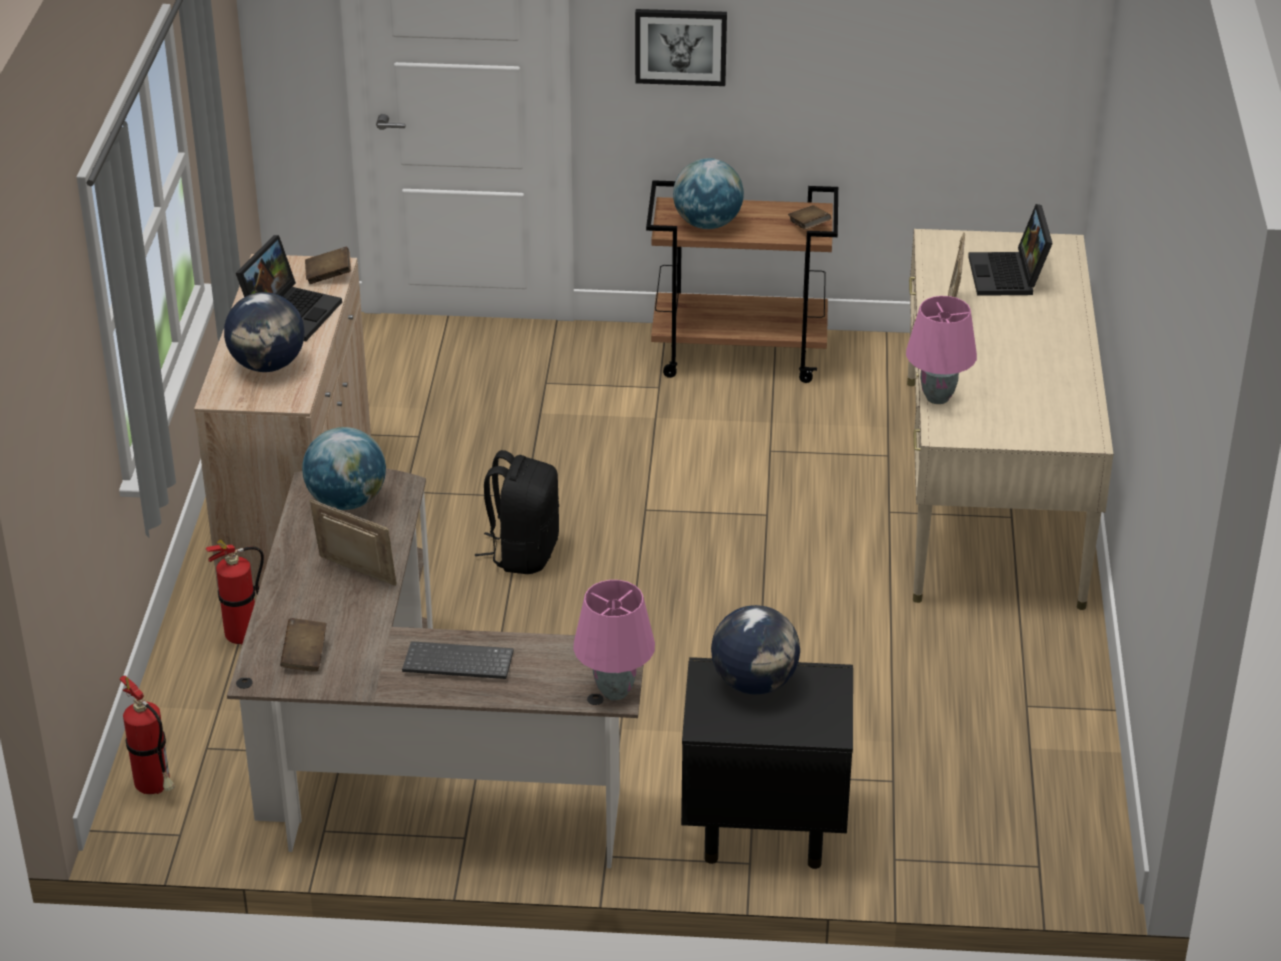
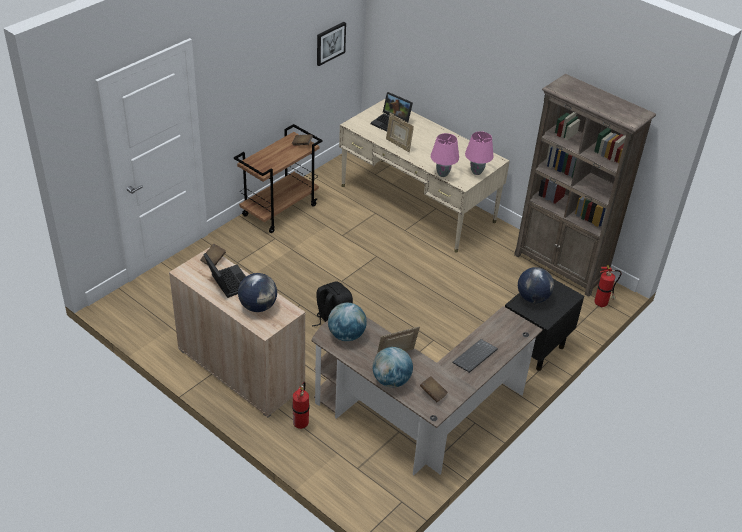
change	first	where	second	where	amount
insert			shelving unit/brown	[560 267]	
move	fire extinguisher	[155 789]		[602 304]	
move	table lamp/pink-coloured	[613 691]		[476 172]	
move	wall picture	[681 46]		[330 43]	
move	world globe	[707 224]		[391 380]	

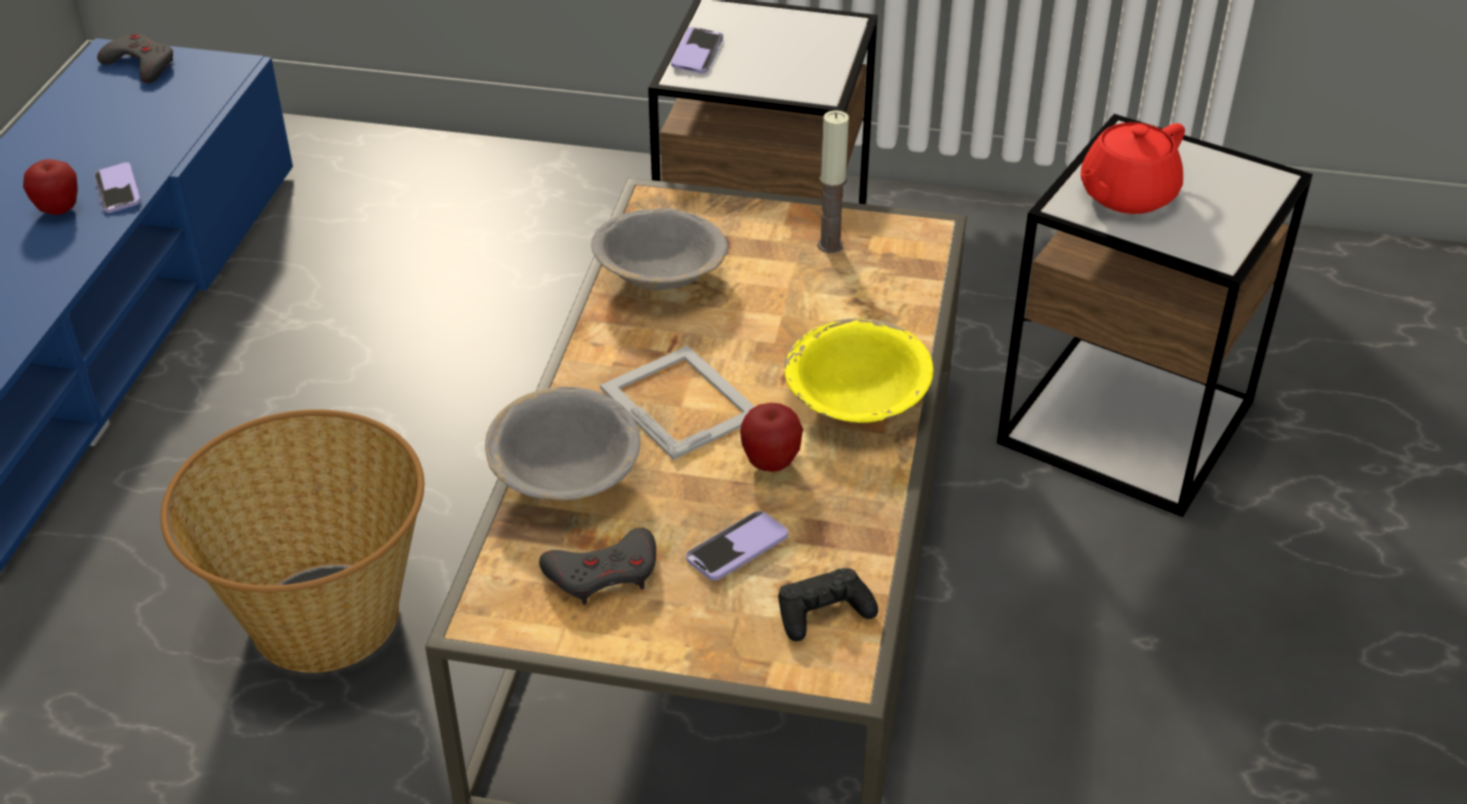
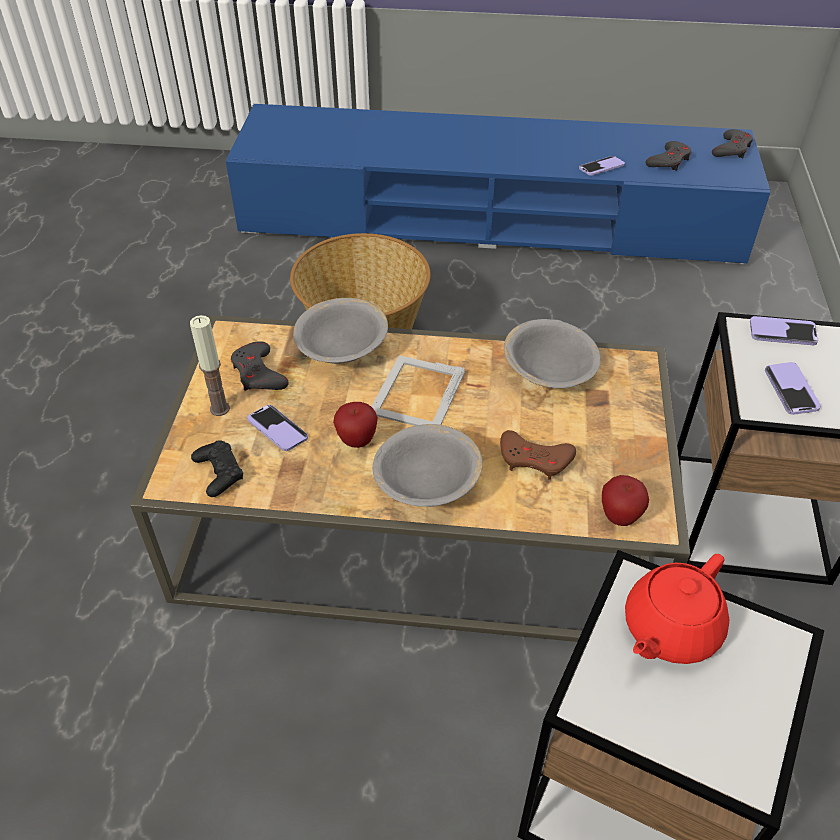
change	first	where	second	where	amount
insert			game controller/brown	[535 459]	
insert			game controller/greyish	[669 161]	
insert			handset	[791 390]	
move	apple fruit	[59 210]		[619 517]	
move	wax candle	[830 245]		[219 409]	
recolor	deep dish/yellow-coloured	[857 400]	deep dish/greyish	[427 484]	
rotate	standing frame	[680 400]		[416 393]	150 degrees clockwise
rotate	teapot/reddish	[1125 195]		[669 629]	90 degrees counterclockwise

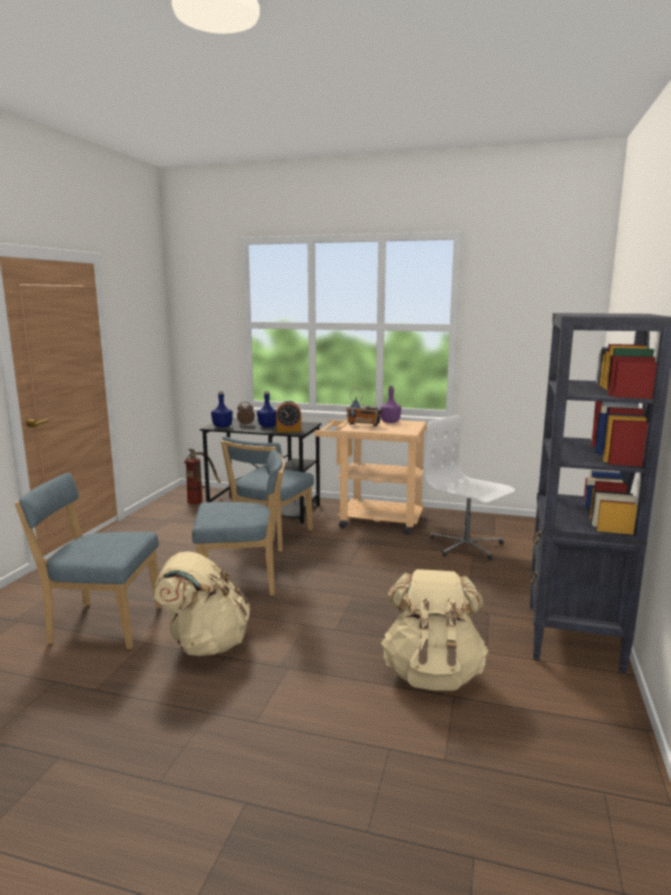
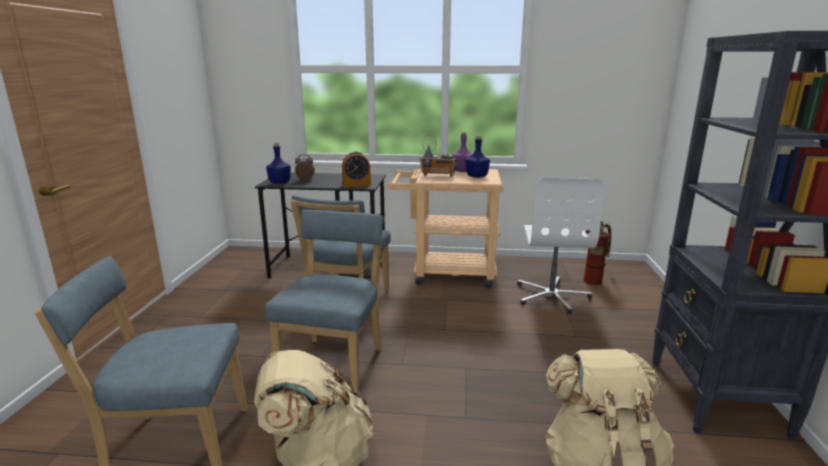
change	first	where	second	where	amount
move	fire extinguisher	[199 500]		[593 278]	
move	bottle/blue-coloured	[267 426]		[476 176]	
rotate	plain chair/blue-coloured	[242 582]		[335 363]	60 degrees counterclockwise
rotate	desk chair/white-coloured	[466 546]		[551 296]	120 degrees counterclockwise

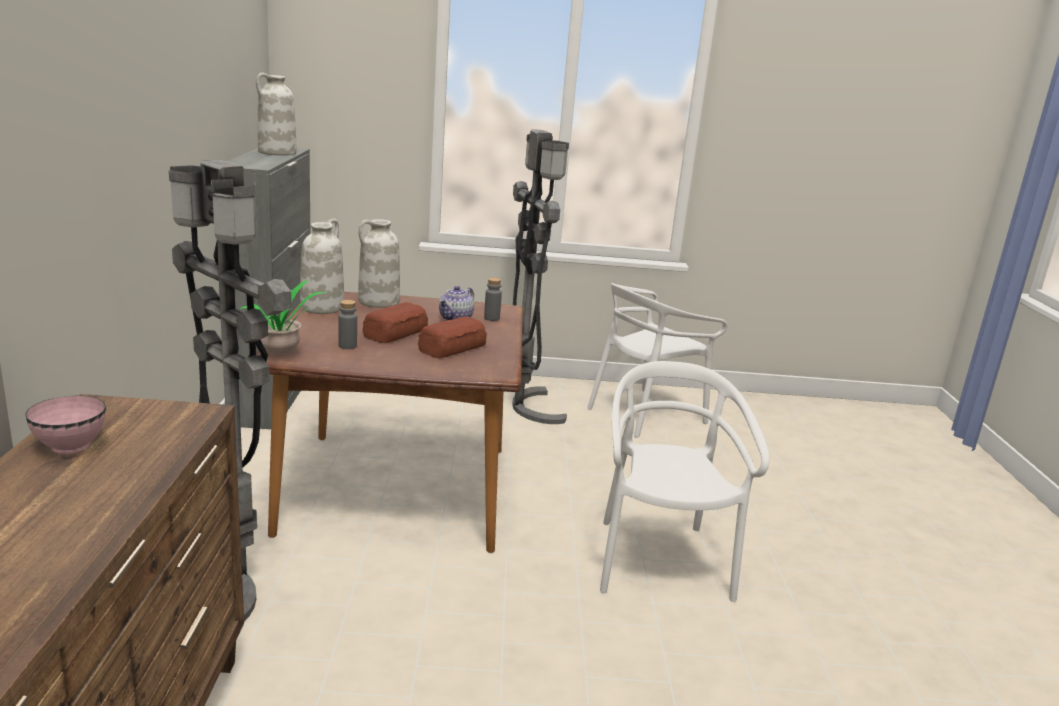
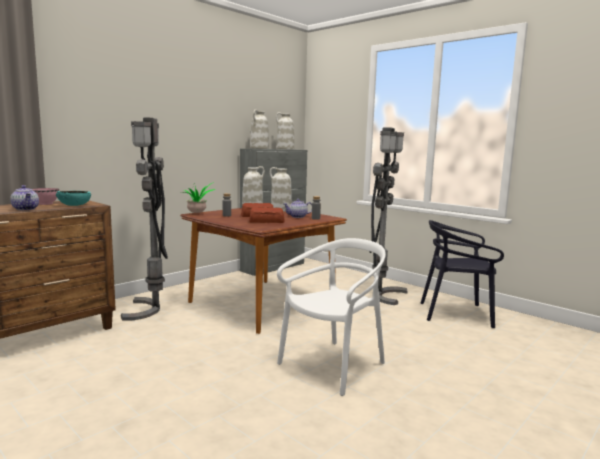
change	first	where	second	where	amount
insert			teapot	[26 209]	
insert			deep dish/turquoise	[74 205]	
insert			vase/white-coloured	[259 148]	
recolor	plain chair/white-coloured	[645 414]	plain chair/blackish	[456 314]	

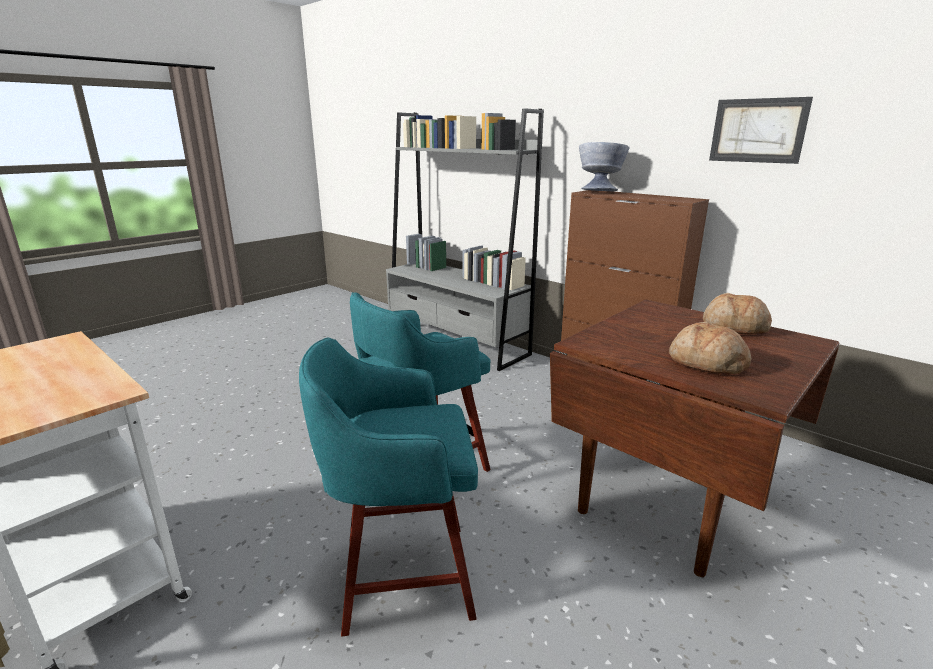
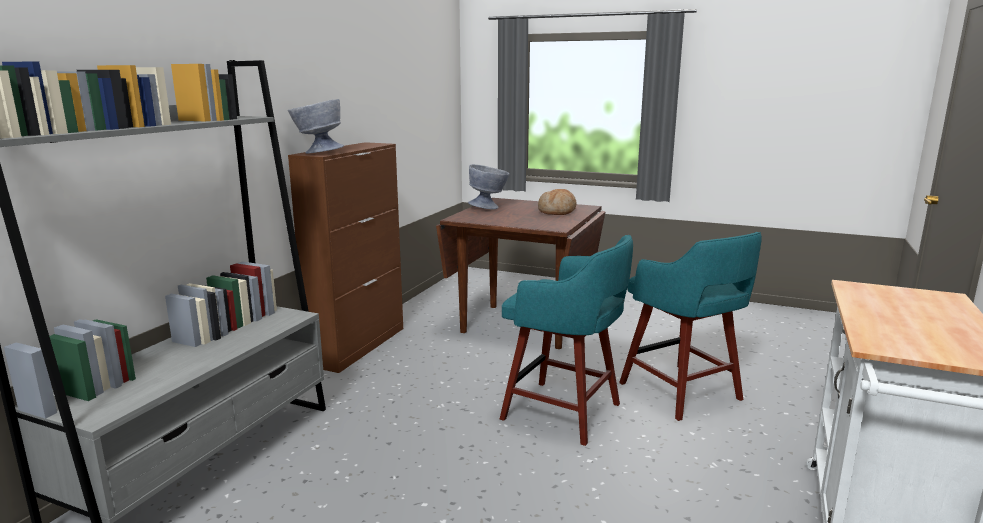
change	first	where	second	where	amount
delete	wall picture	[757 130]			
replace	bakery bread	[734 327]	deep dish/greyish	[489 207]	

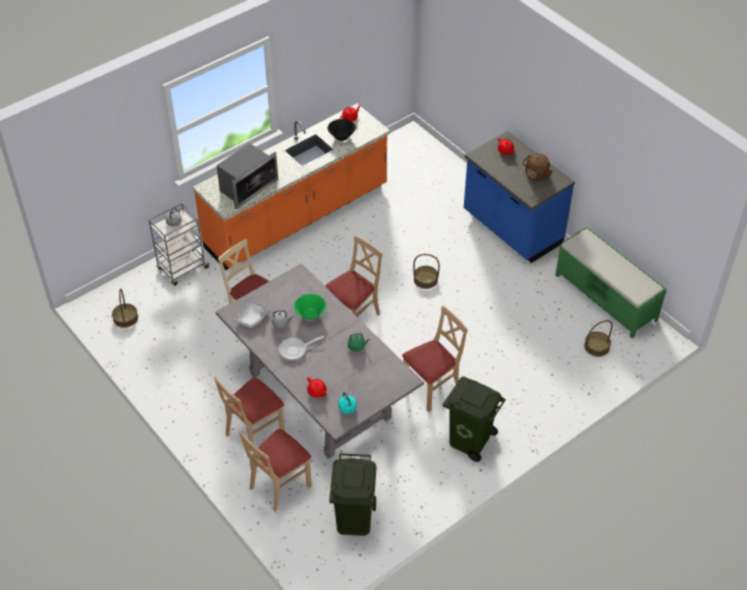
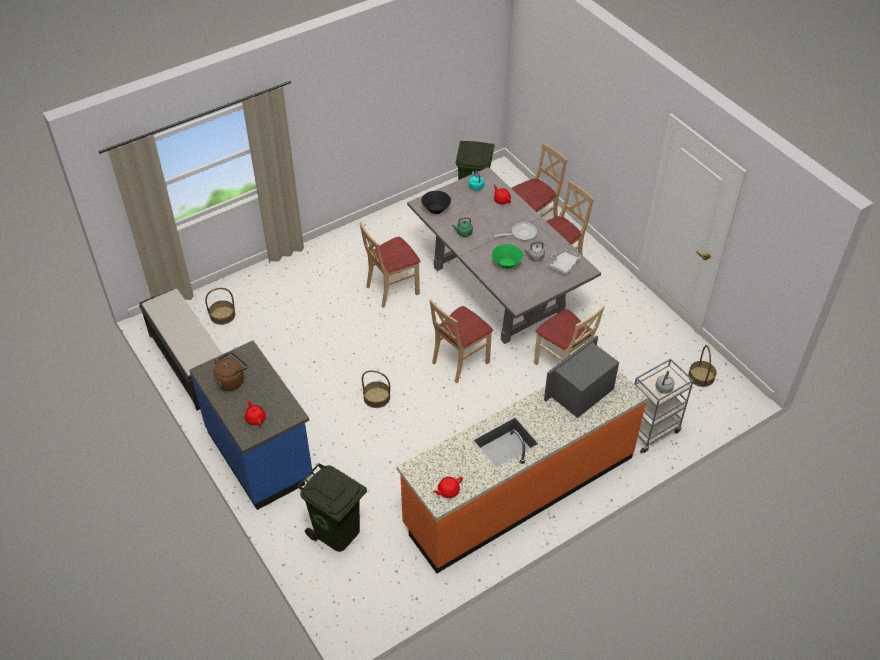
change	first	where	second	where	amount
move	deep dish/blackish	[341 137]		[436 209]	
move	rubbish bin/green	[469 440]		[336 532]	
recolor	long seat/green	[606 298]	long seat/blackish	[189 363]	

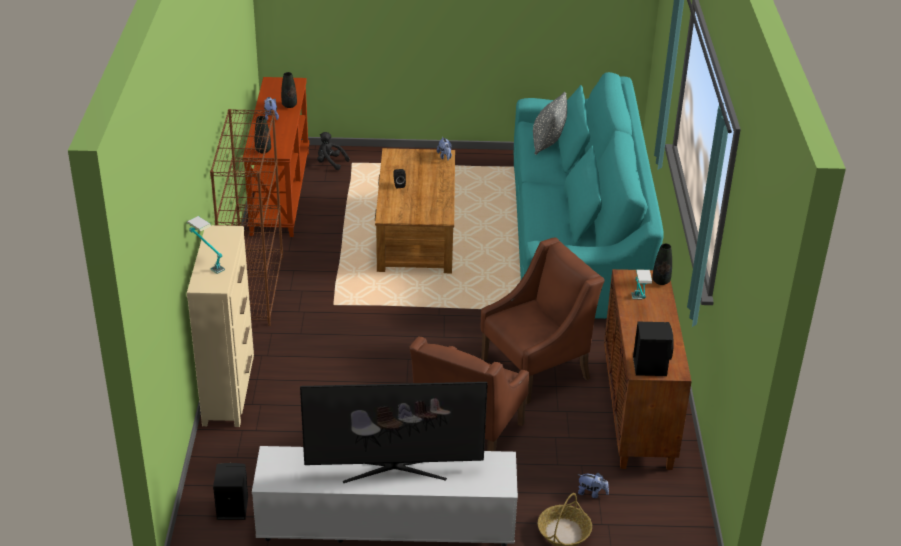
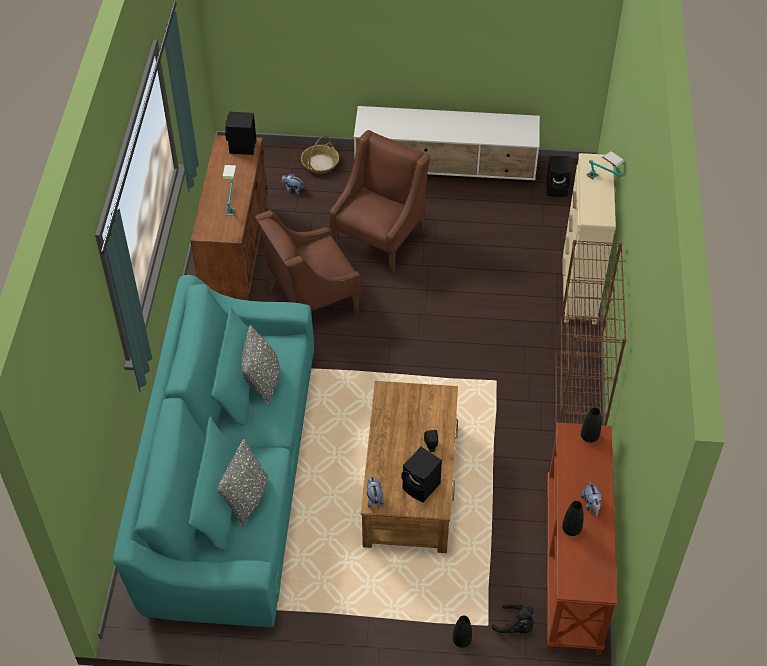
change	first	where	second	where	amount
delete	TV	[393 469]			
insert			throw pillow/greyish	[262 381]	
insert			speaker/blackish	[422 487]	
move	vase/blackish	[661 281]		[461 640]	

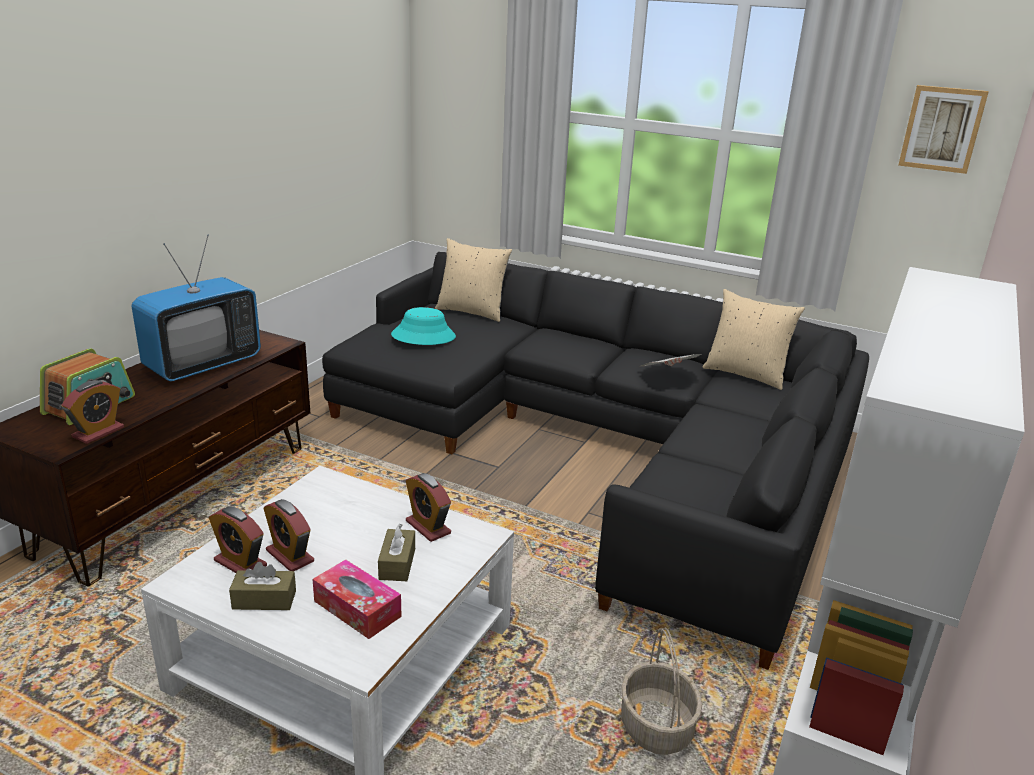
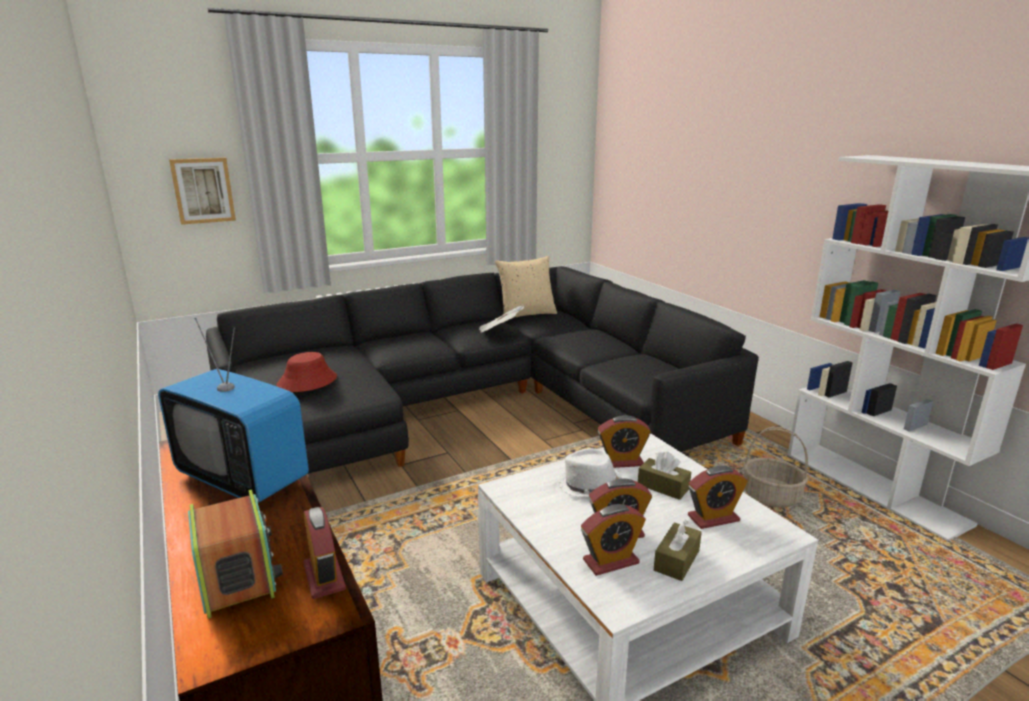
change	first	where	second	where	amount
delete	throw pillow/beige	[472 312]			
insert			wearable hat/white-coloured	[588 486]	
move	wall picture	[942 129]		[203 190]	
replace	tissue box	[357 608]	alarm clock	[713 518]	
recolor	wearable hat/turquoise	[423 336]	wearable hat/reddish	[307 381]	
rotate	TV	[203 365]		[243 478]	135 degrees clockwise

